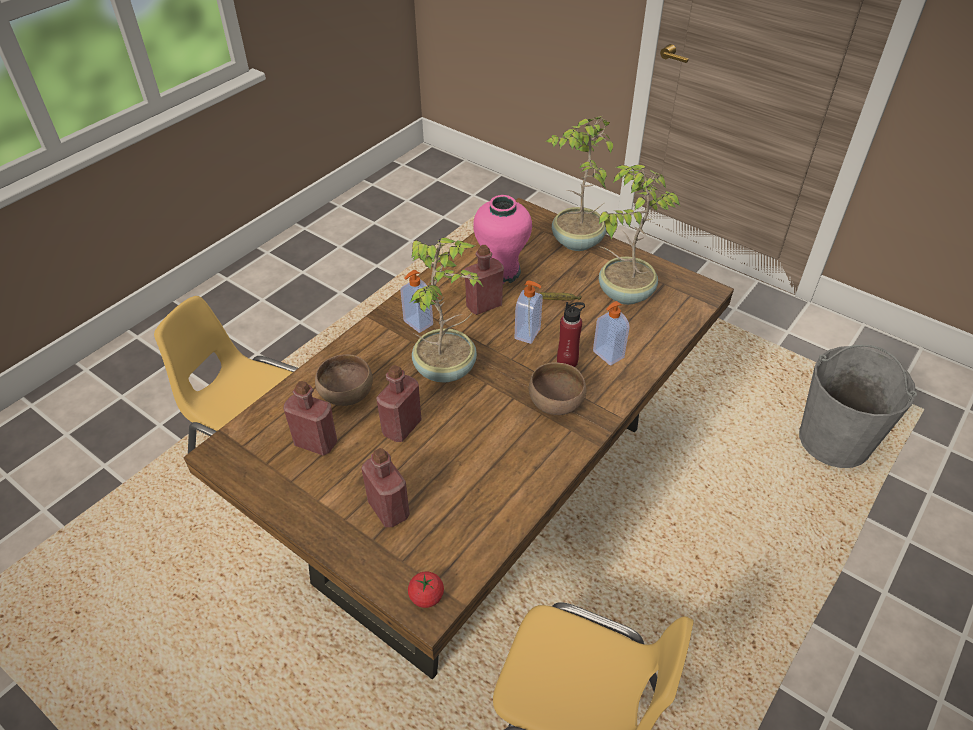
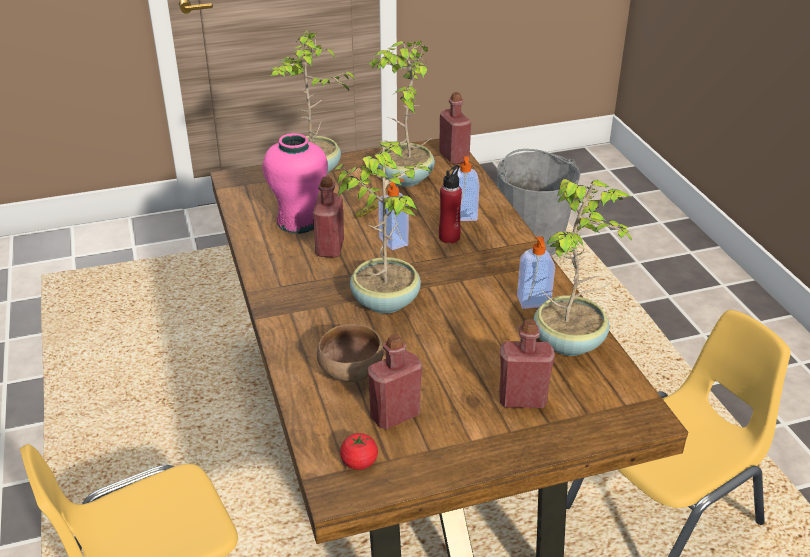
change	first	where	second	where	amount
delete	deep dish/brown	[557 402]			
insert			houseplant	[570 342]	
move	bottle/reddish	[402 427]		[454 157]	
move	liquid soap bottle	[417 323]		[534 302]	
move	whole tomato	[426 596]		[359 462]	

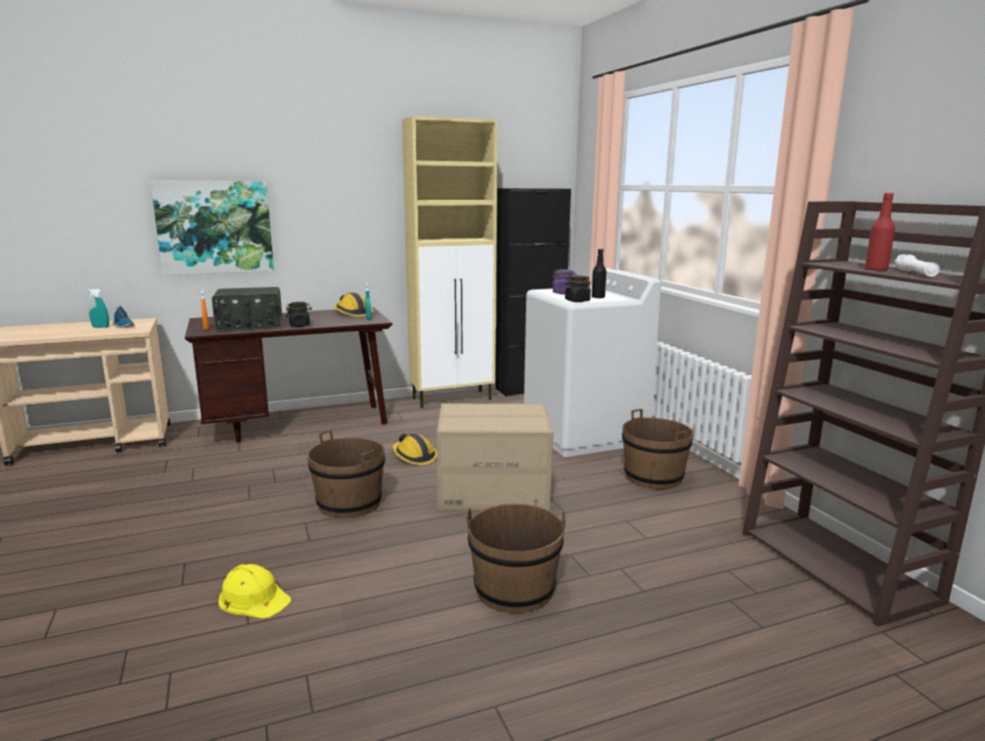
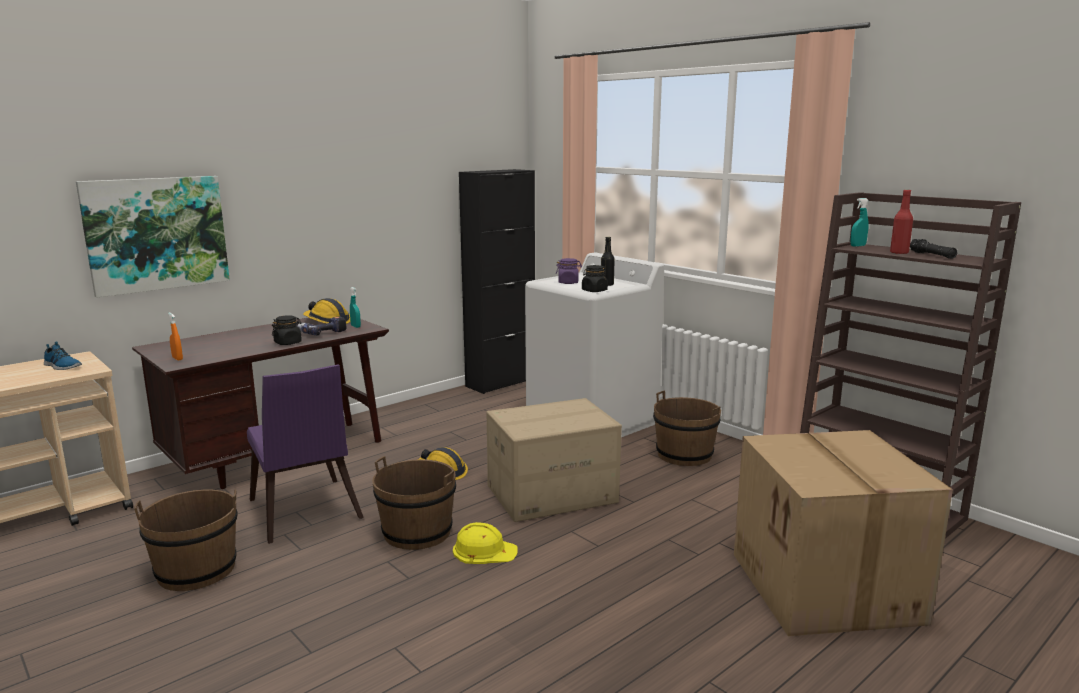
change	first	where	second	where	amount
delete	radio receiver	[250 325]			
delete	cupboard/beige	[453 399]			
insert			plain chair/purple-coloured	[305 514]	
insert			power drill	[321 332]	
insert			cardboard box	[828 588]	
move	sprayer/turquoise	[100 327]		[858 246]	
move	work helmet/yellow-coloured	[254 598]		[484 550]	
move	pail/brown	[514 589]		[196 570]	
recolor	flashlight/white-coloured	[915 273]	flashlight/blackish	[932 255]	

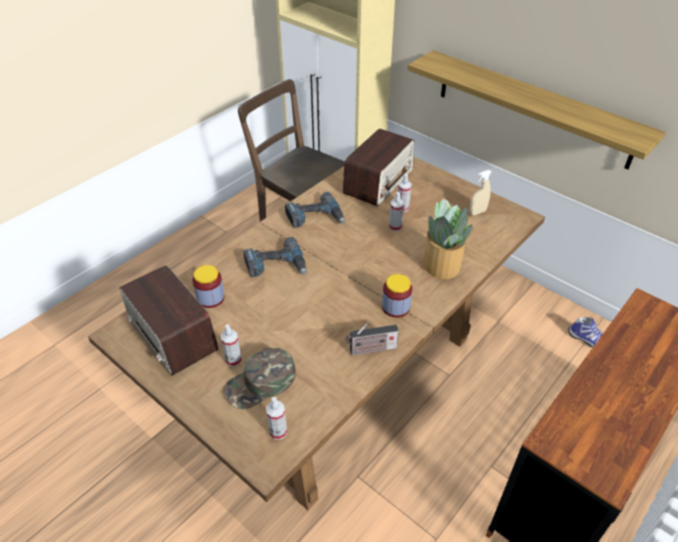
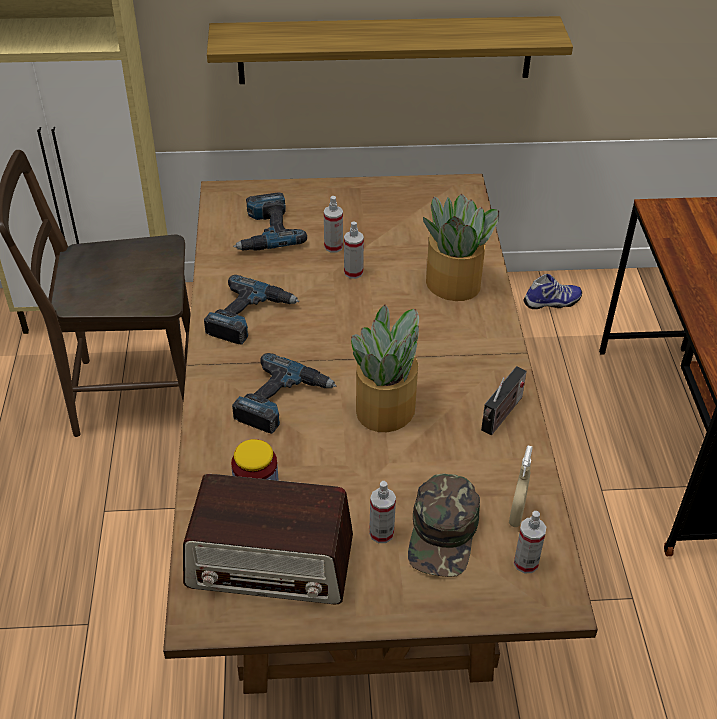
change	first	where	second	where	amount
delete	jar	[396 307]			
insert			houseplant	[387 408]	
move	sprayer/beige	[477 212]		[516 514]	
replace	radio receiver	[378 181]	power drill	[265 231]	

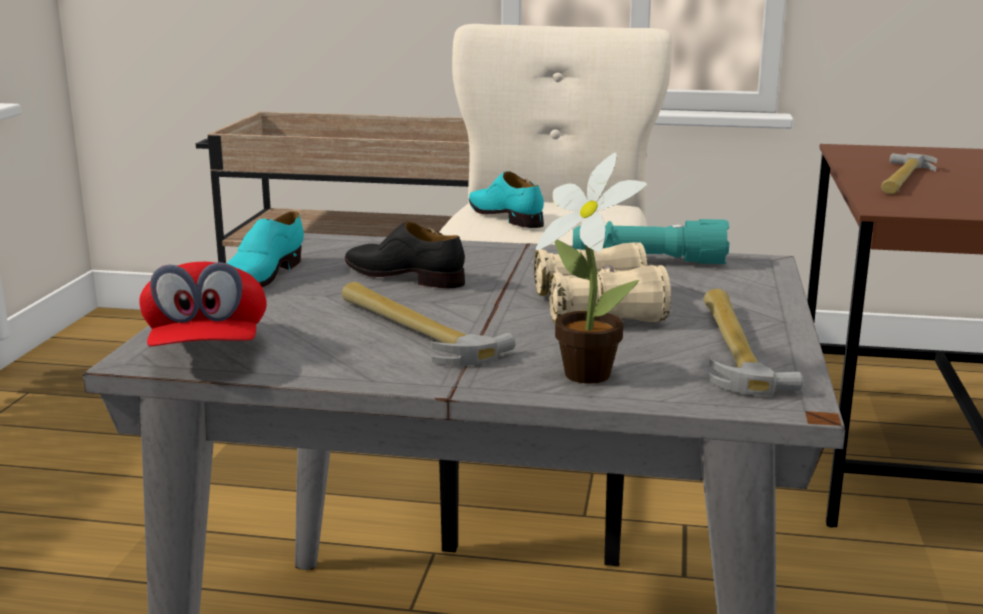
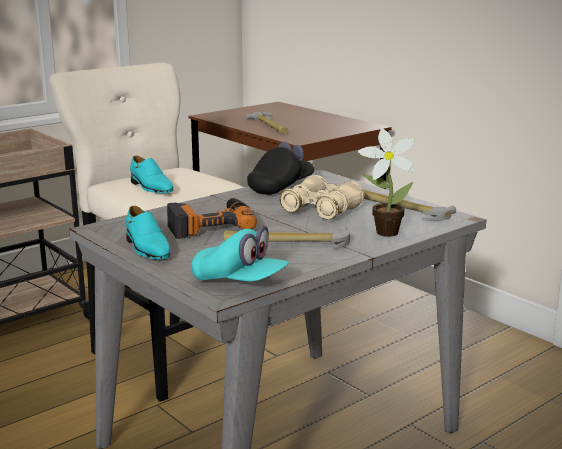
change	first	where	second	where	amount
replace	item of footwear/blackish	[404 276]	power drill	[210 225]	
replace	flashlight/turquoise	[648 261]	baseball cap/blackish	[281 187]	
recolor	baseball cap/reddish	[207 352]	baseball cap/turquoise	[239 282]	
rotate	item of footwear/turquoise	[505 216]		[151 187]	135 degrees counterclockwise

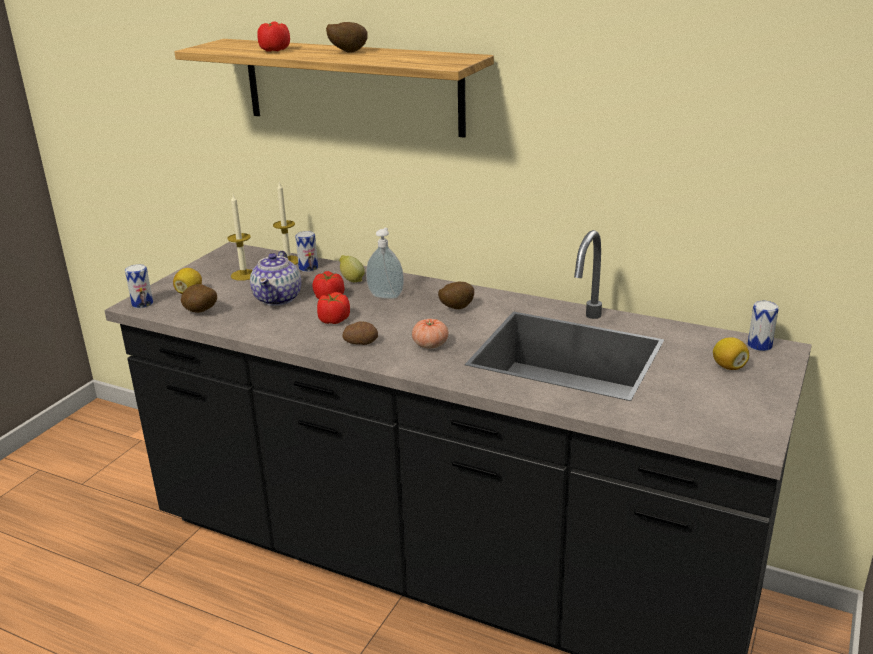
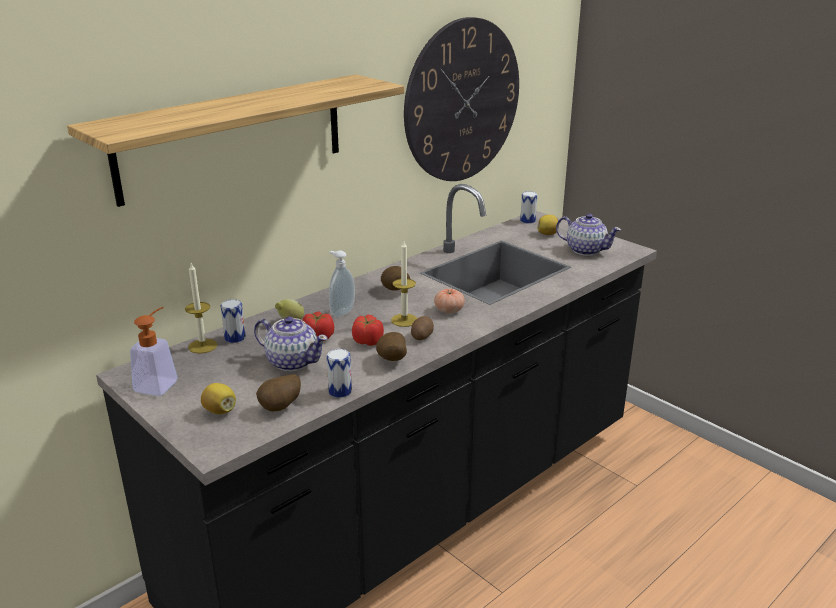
change	first	where	second	where	amount
delete	whole tomato	[274 50]			
insert			liquid soap bottle	[160 382]	
insert			wall clock	[462 101]	
insert			teapot	[585 250]	
move	can	[142 303]		[340 391]	
move	wax candle	[244 275]		[404 320]	
move	whole potato	[347 52]		[391 361]	

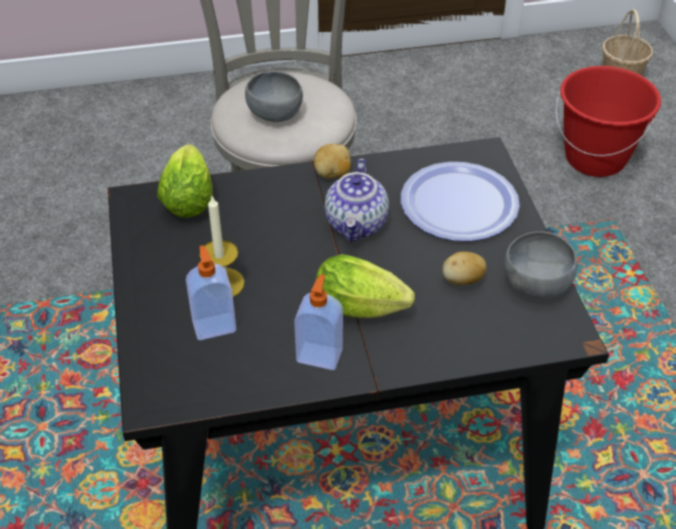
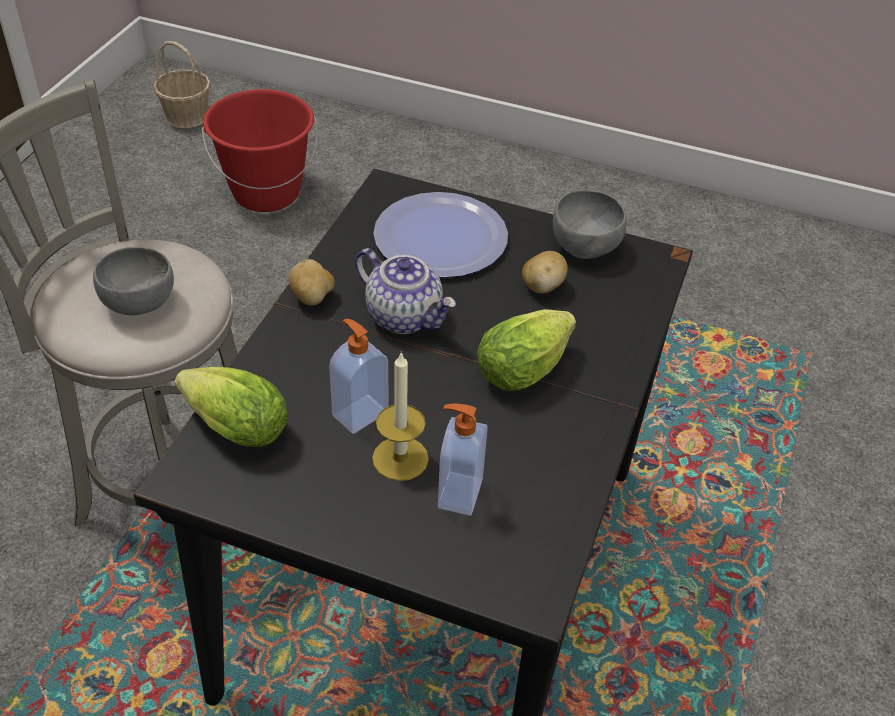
change	first	where	second	where	amount
move	liquid soap bottle	[320 355]		[359 413]	

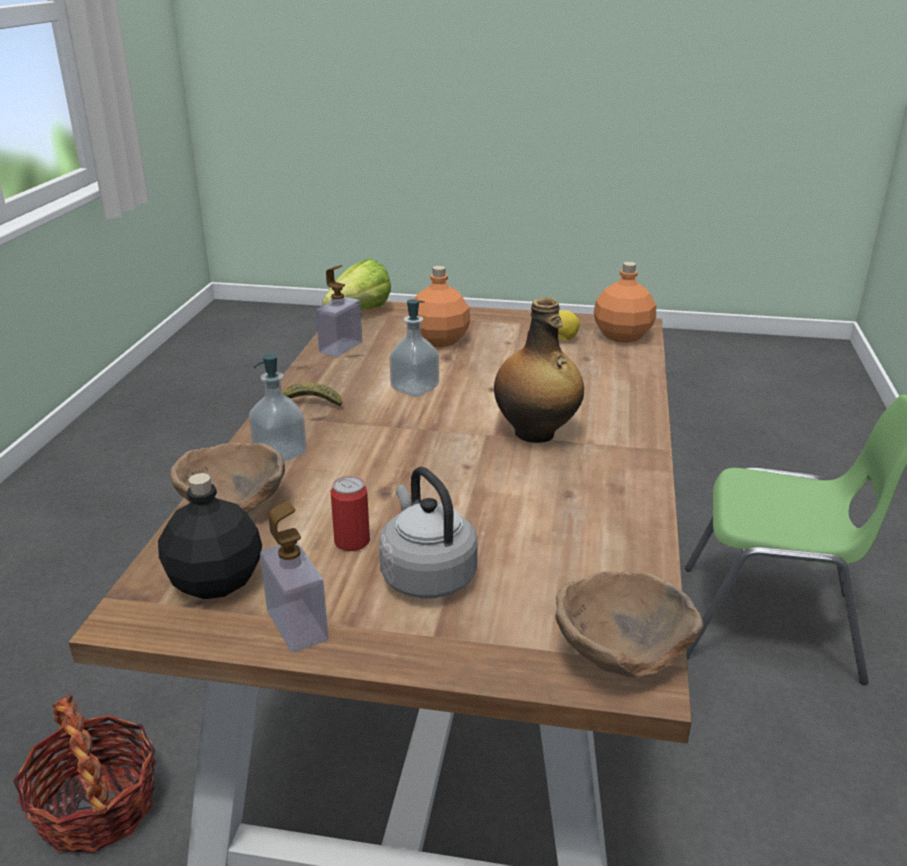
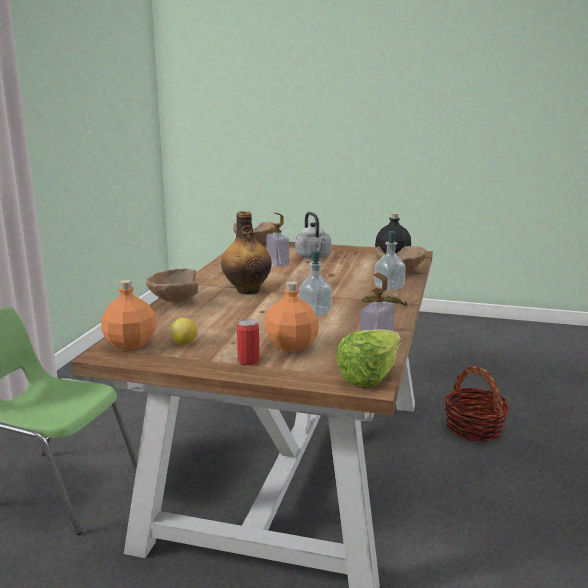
change	first	where	second	where	amount
insert			deep dish/brown	[173 301]	
move	liquid soap bottle	[297 626]		[277 263]	
move	can	[352 541]		[248 361]	

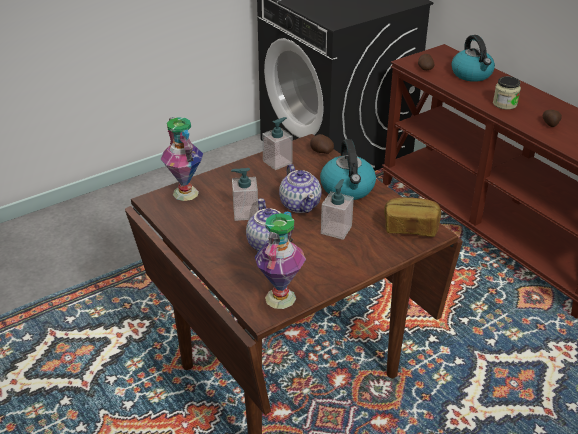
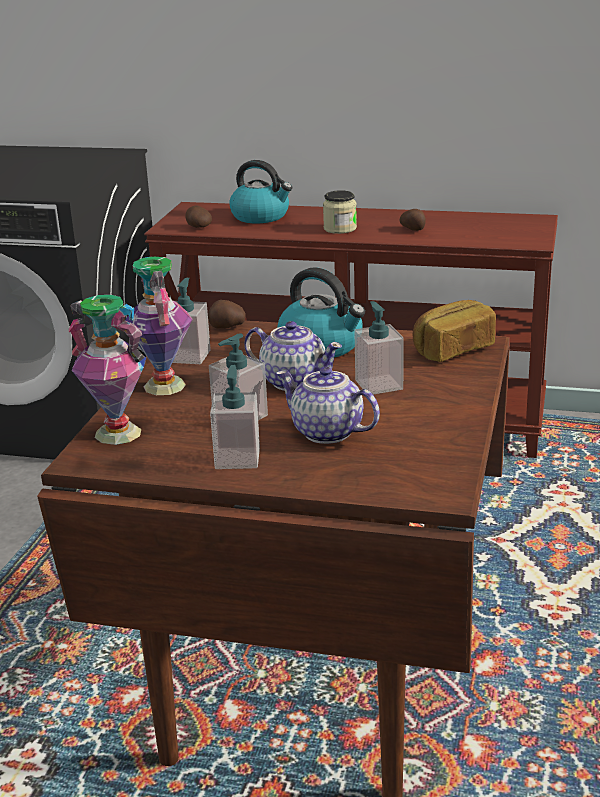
change	first	where	second	where	amount
insert			liquid soap bottle	[237 458]	
move	vase	[279 297]		[163 385]	

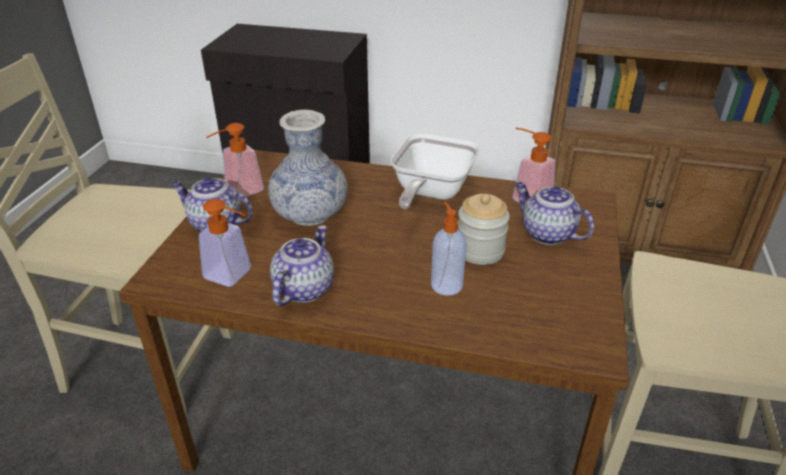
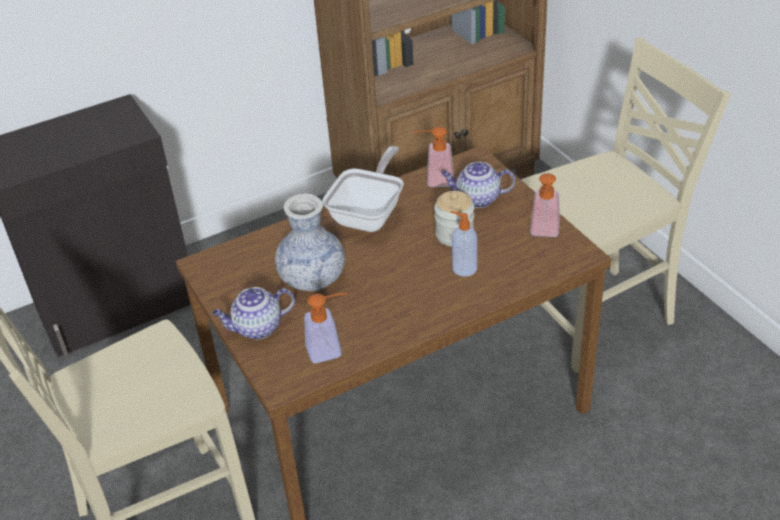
change	first	where	second	where	amount
delete	teapot	[303 288]			
move	liquid soap bottle	[238 192]		[544 233]	
rotate	pan	[430 193]		[370 214]	135 degrees counterclockwise

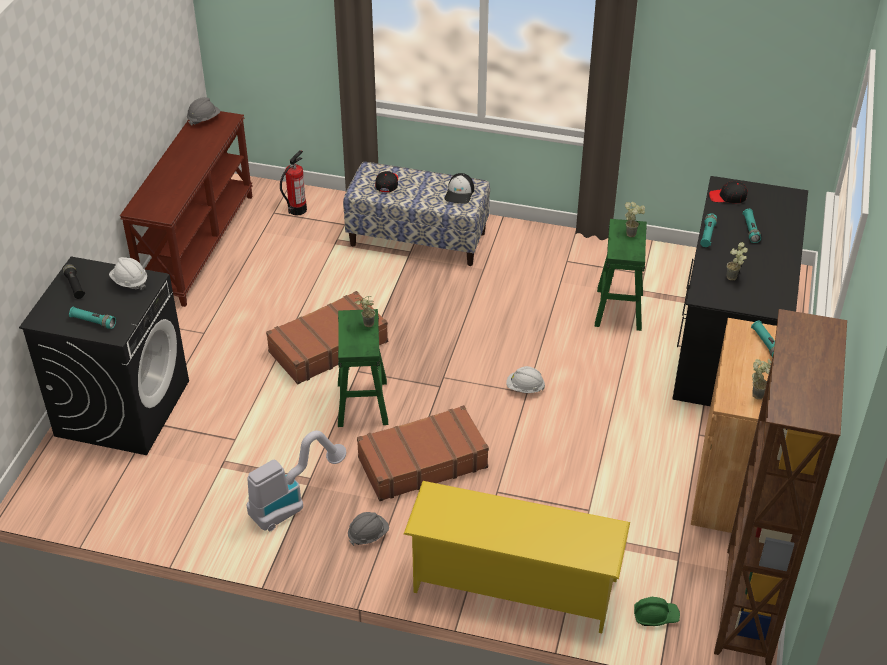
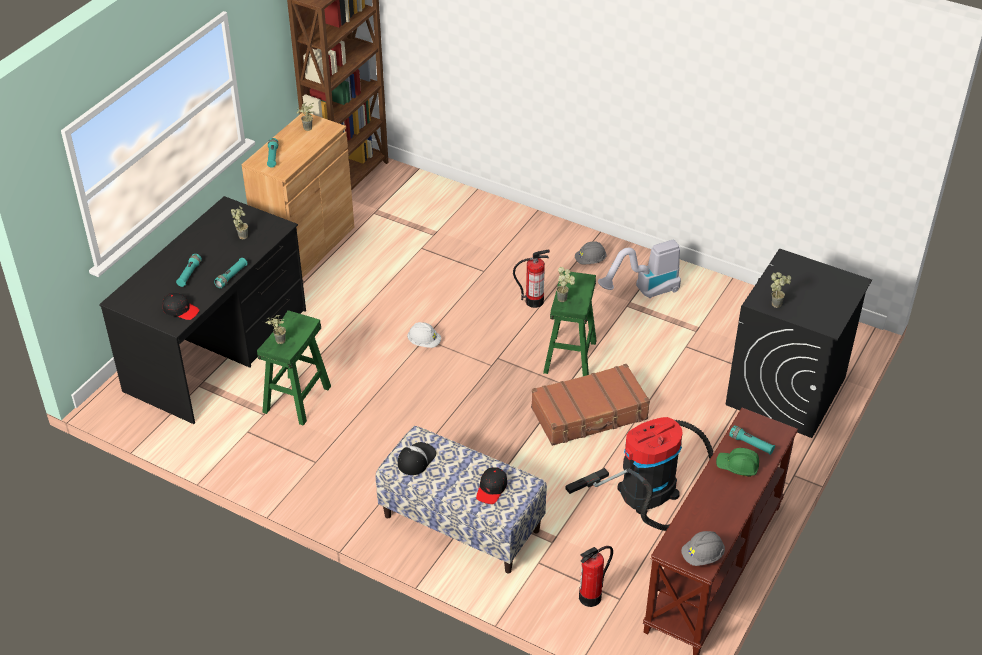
change	first	where	second	where	amount
delete	flashlight/blackish	[74 286]			
delete	shoe stand/yellow-coloured	[513 586]			
insert			vacuum	[652 488]	
move	flashlight/turquoise	[93 322]		[751 444]	
move	work helmet/green	[655 615]		[737 466]	
replace	work helmet/white-coloured	[129 282]	houseplant	[777 303]	
replace	suitcase/brown	[422 462]	fire extinguisher	[534 301]	

